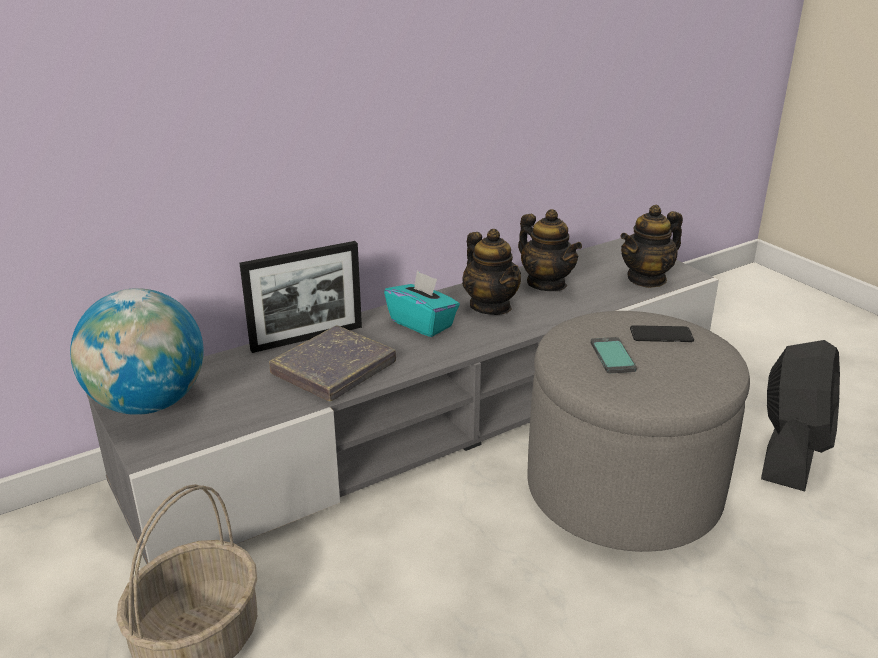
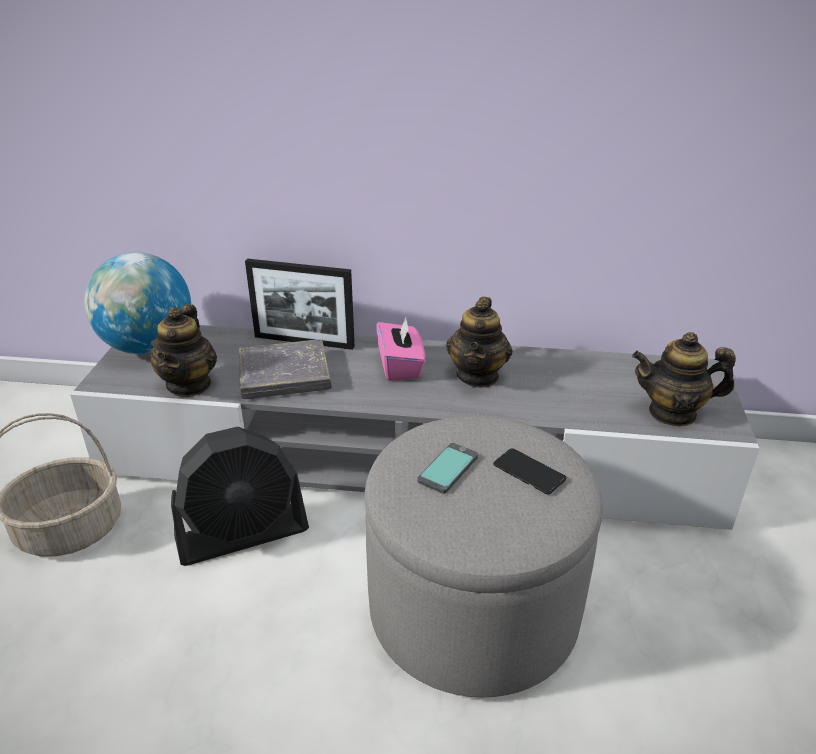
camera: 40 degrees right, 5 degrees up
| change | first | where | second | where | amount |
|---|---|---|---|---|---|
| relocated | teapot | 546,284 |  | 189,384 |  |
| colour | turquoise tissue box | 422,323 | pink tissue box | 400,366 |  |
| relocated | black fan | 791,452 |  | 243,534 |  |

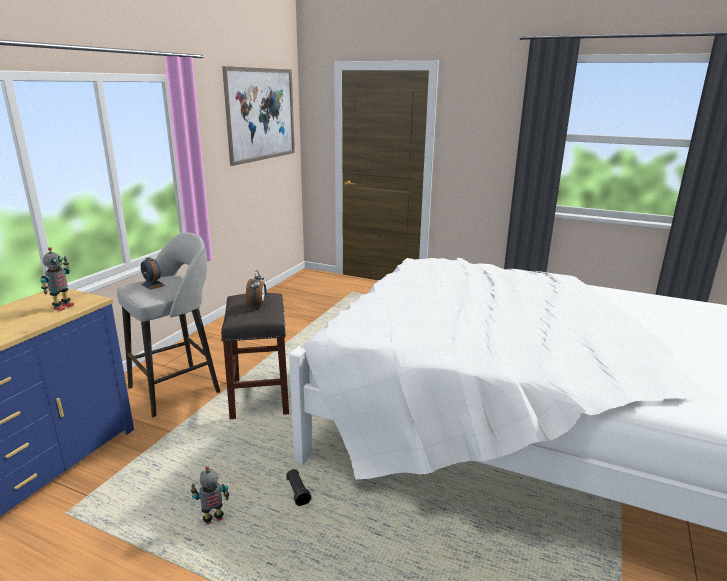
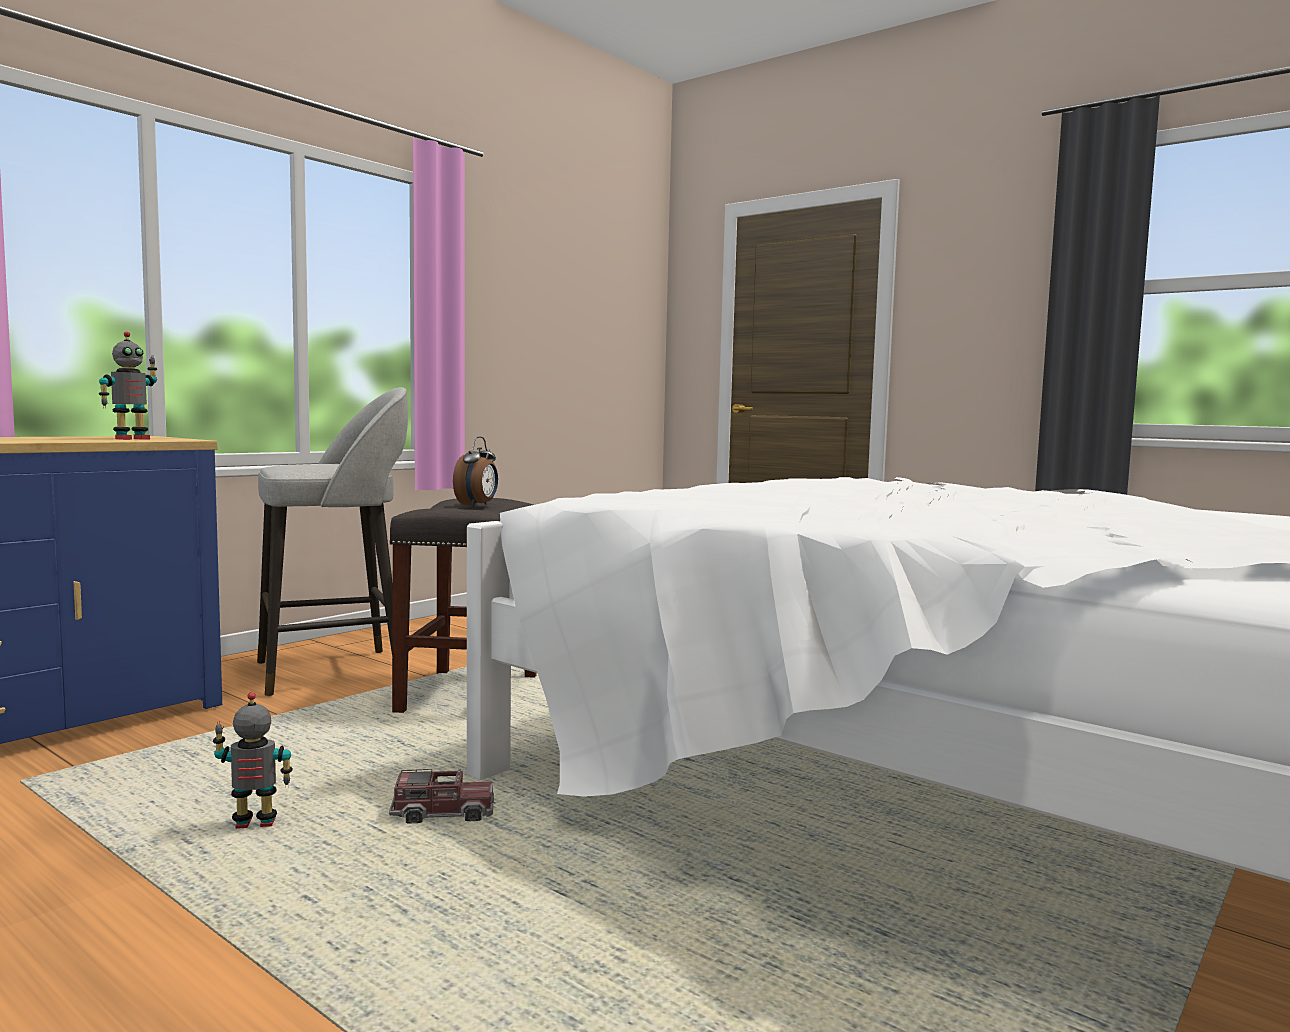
camera: 15 degrees right, 15 degrees down
| change | first | where | second | where | amount |
|---|---|---|---|---|---|
| missing | picture | 261,114 |  |  |  |
| missing | alarm clock | 153,285 |  |  |  |
| exchanged | black flashlight | 298,492 | toy truck | 443,814 |  |

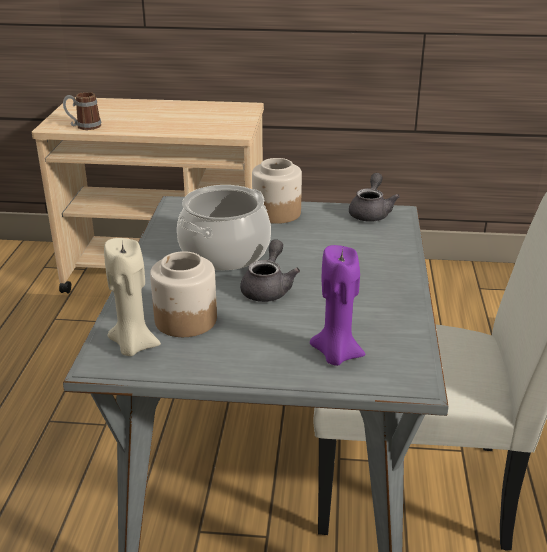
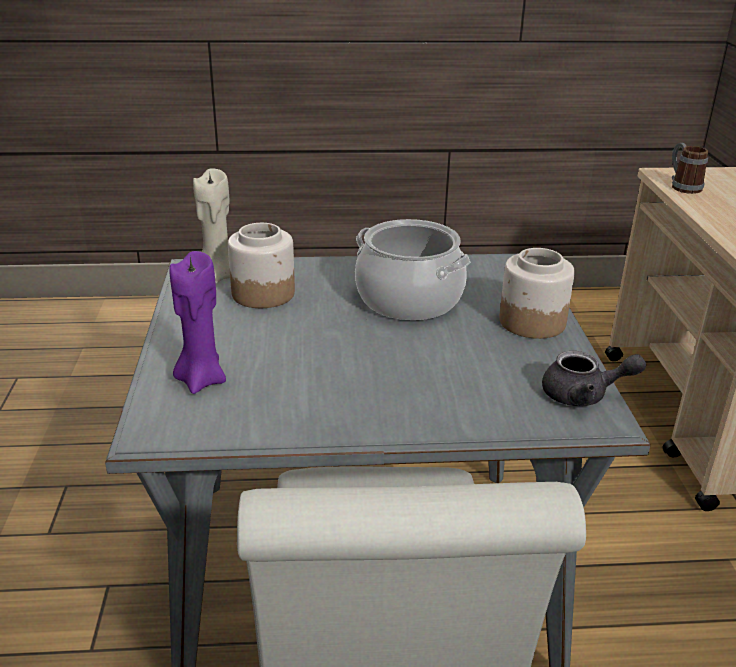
camera: 80 degrees right, 0 degrees up
| change | first | where | second | where | amount |
|---|---|---|---|---|---|
| missing | grey teapot | 268,288 |  |  |  |

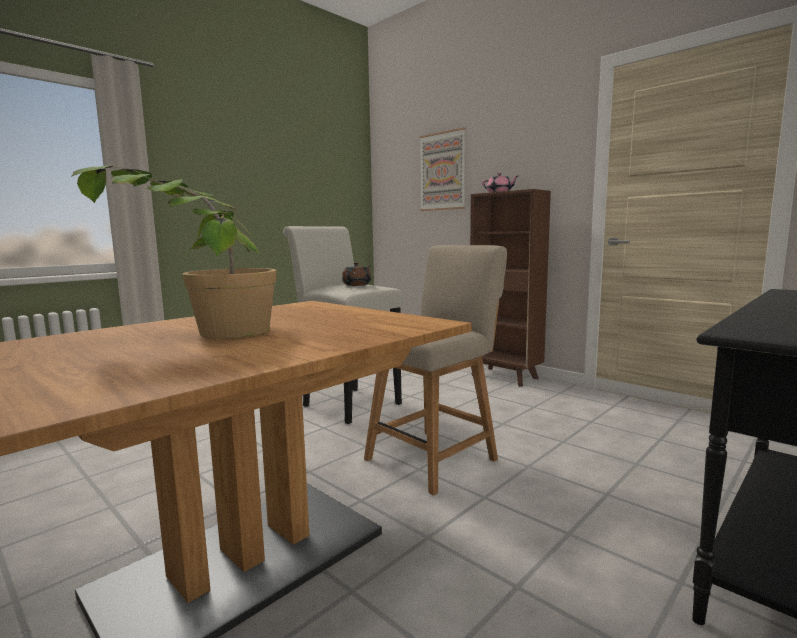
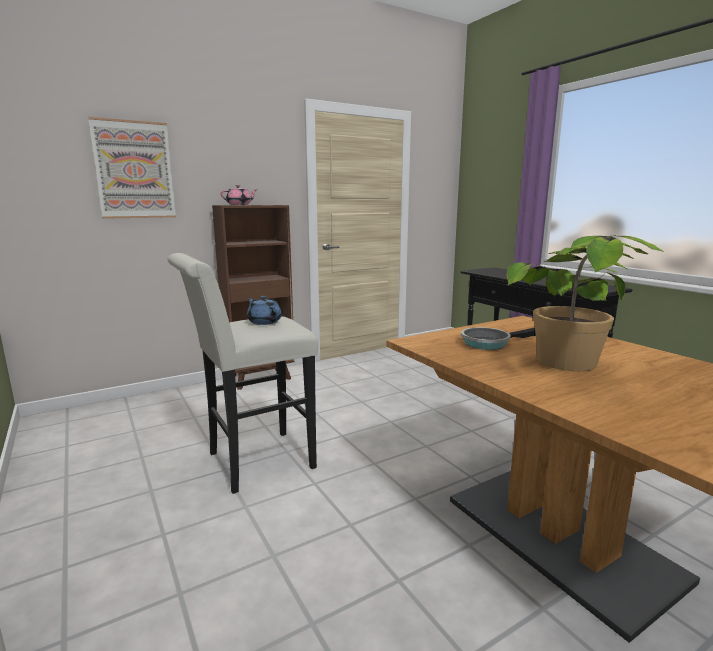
camera: 75 degrees left, 5 degrees up
| change | first | where | second | where | amount |
|---|---|---|---|---|---|
| missing | beige chair | 435,457 |  |  |  |
| colour | brown teapot | 357,285 | blue teapot | 264,322 |  |
| appeared |  |  | frying pan | 488,343 |  |

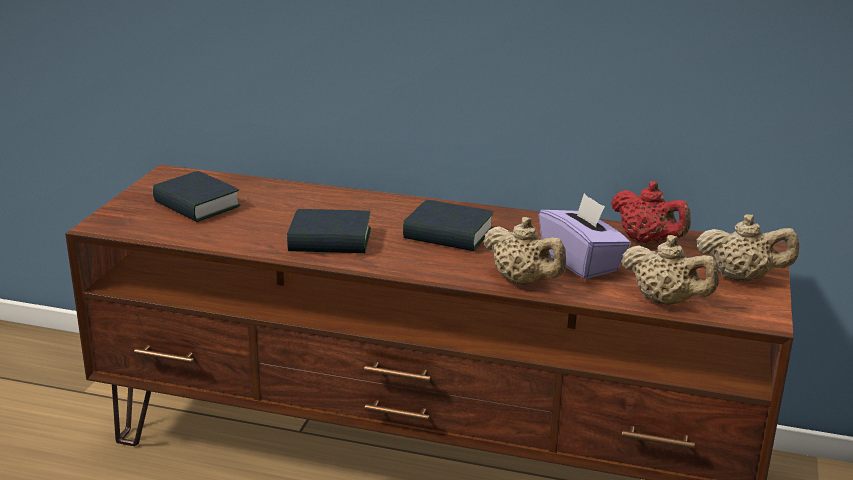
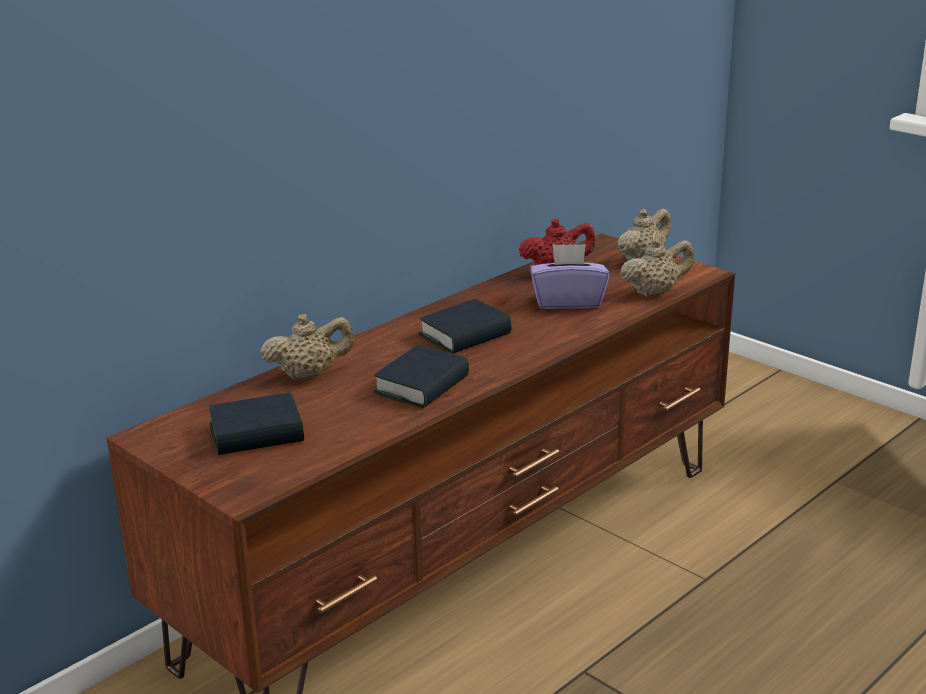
camera: 60 degrees left, 0 degrees up
| change | first | where | second | where | amount |
|---|---|---|---|---|---|
| relocated | beige teapot | 523,281 |  | 309,375 |  |

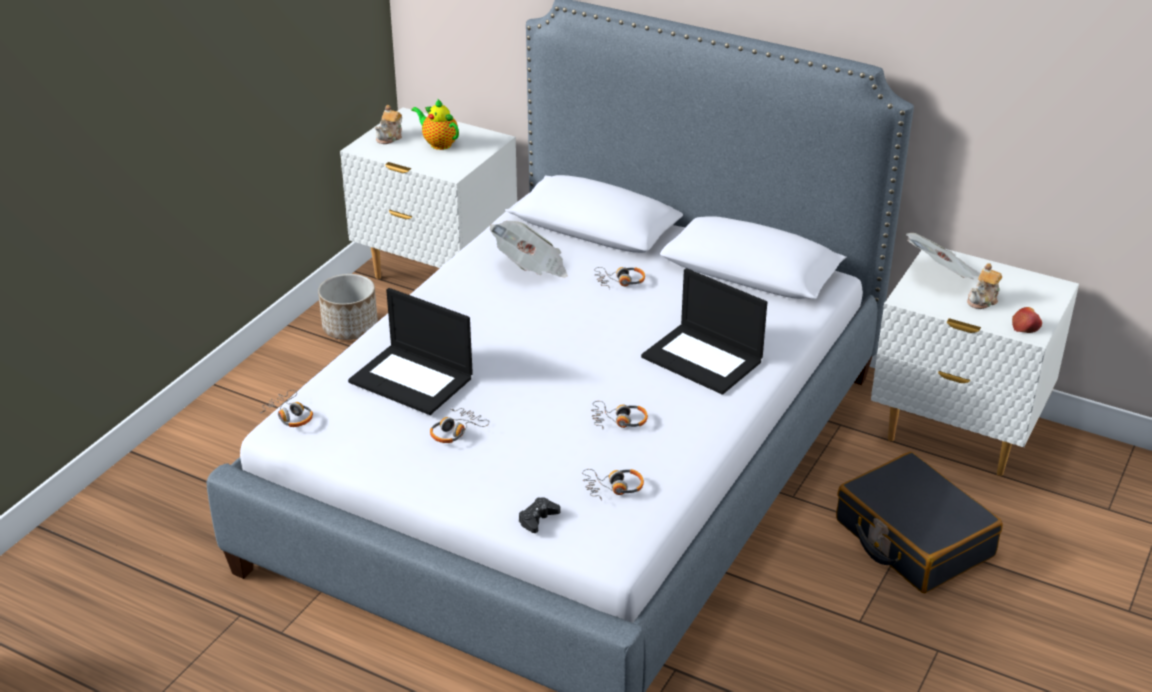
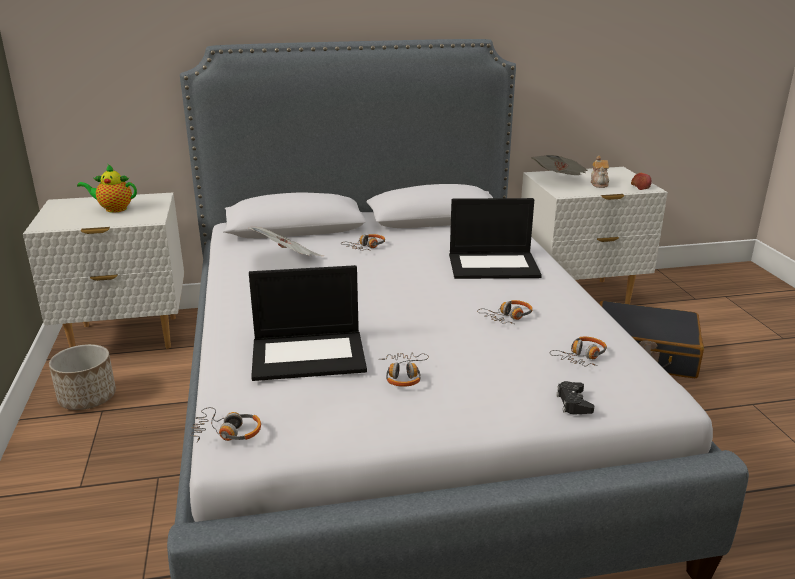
camera: 40 degrees left, 10 degrees down
| change | first | where | second | where | amount |
|---|---|---|---|---|---|
| missing | teapot | 390,137 |  |  |  |

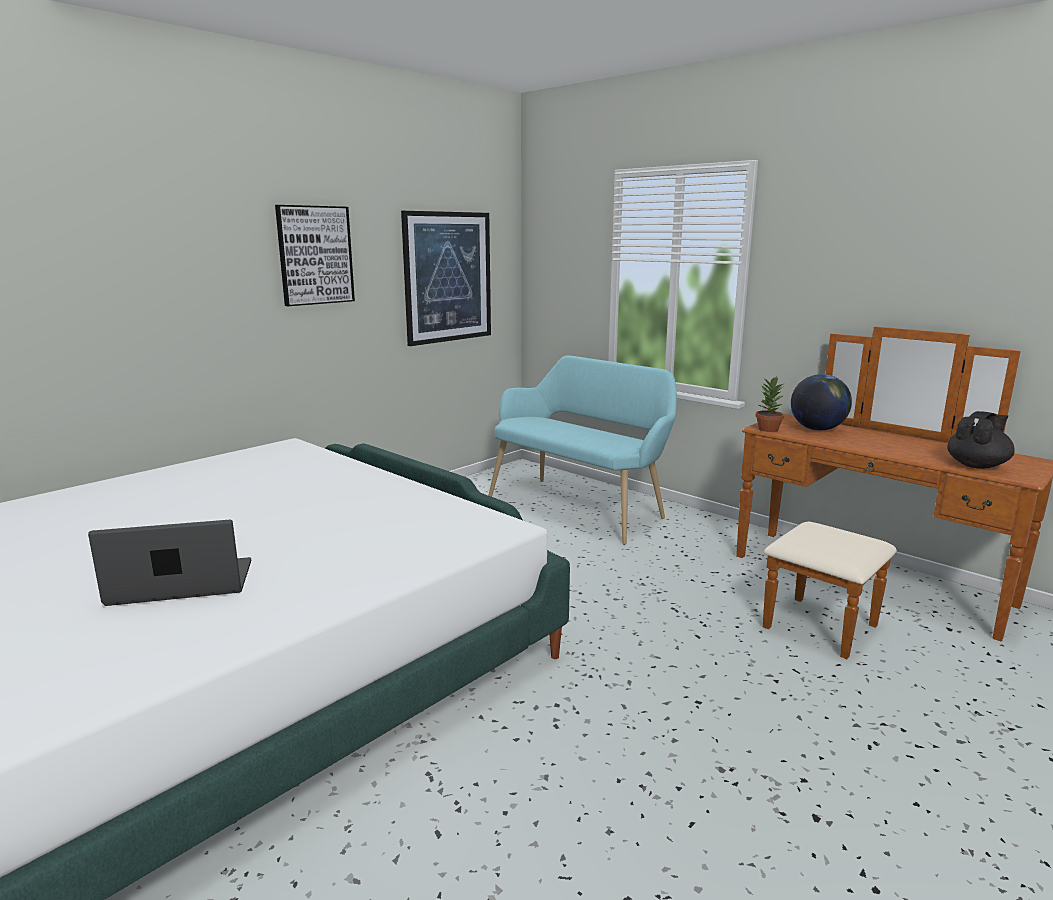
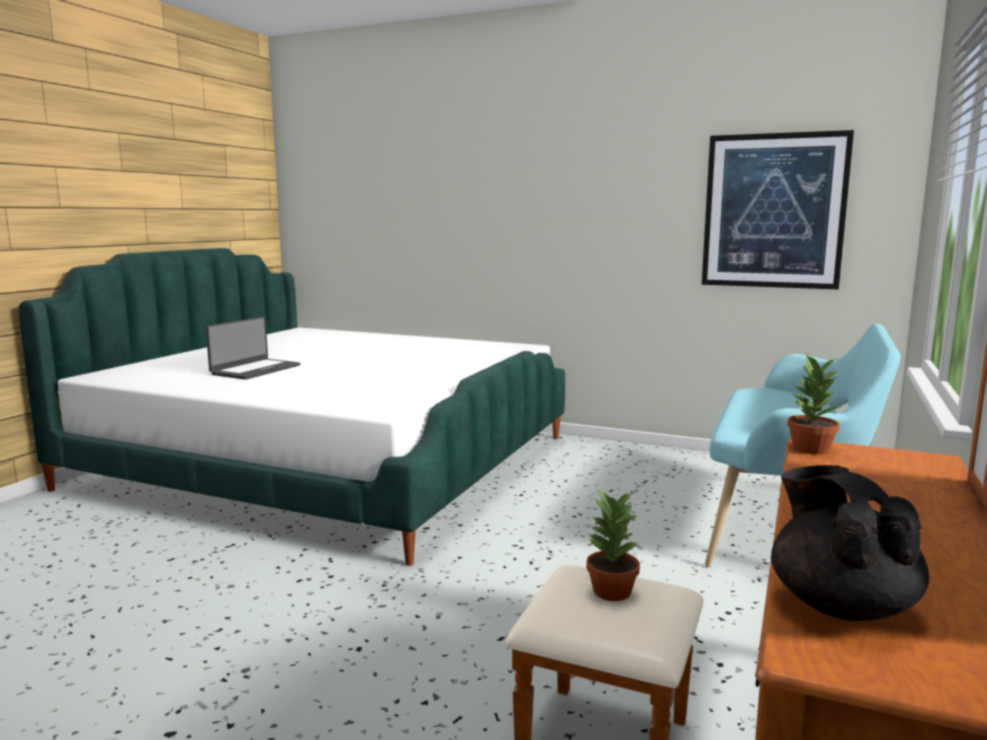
camera: 70 degrees right, 5 degrees down
| change | first | where | second | where | amount |
|---|---|---|---|---|---|
| missing | picture | 315,255 |  |  |  |
| missing | globe | 817,429 |  |  |  |
| spun | black teapot | 977,465 |  | 840,605 | 135 degrees counterclockwise |
| spun | laptop | 181,584 |  | 255,370 | 60 degrees clockwise |
| appeared |  |  | potted plant | 610,591 |  |

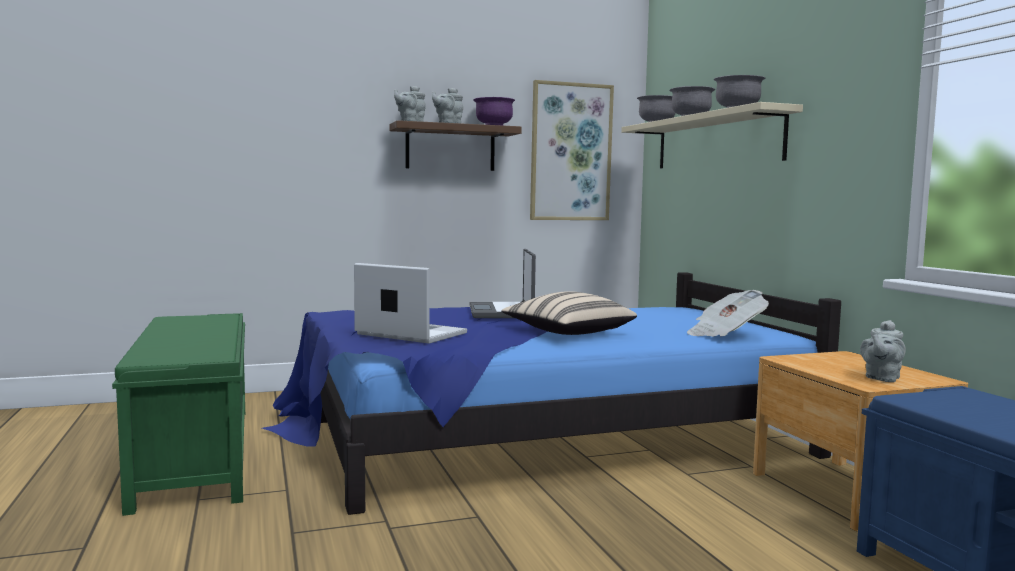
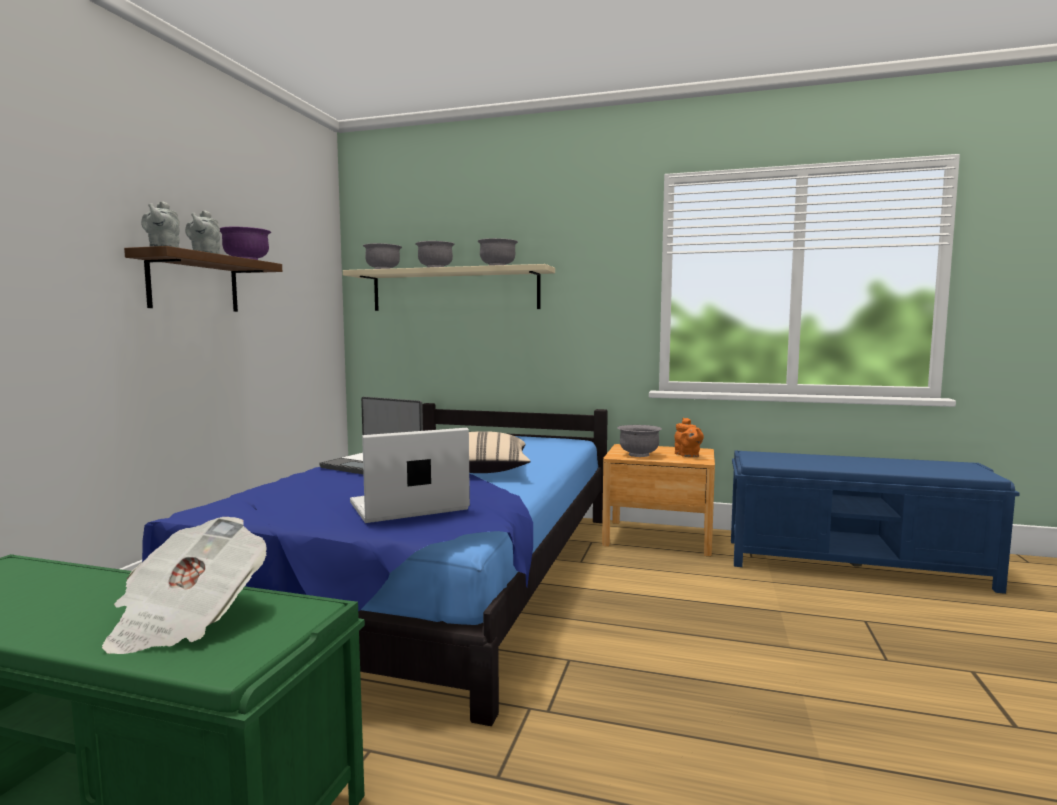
camera: 55 degrees left, 0 degrees up
| change | first | where | second | where | amount |
|---|---|---|---|---|---|
| missing | picture | 570,152 |  |  |  |
| relocated | newspaper | 725,334 |  | 187,619 |  |
| colour | grey teapot | 881,378 | orange teapot | 688,455 |  |
| appeared |  |  | grey bowl | 639,455 |  |

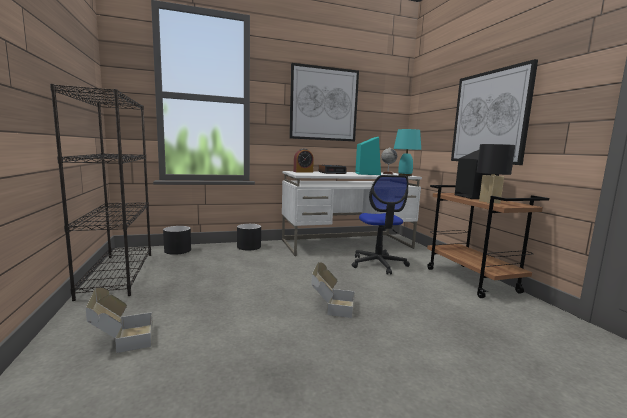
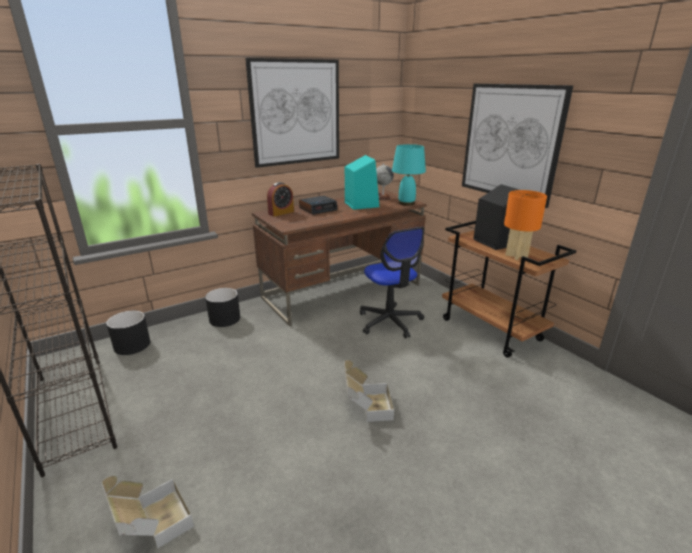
camera: 15 degrees left, 15 degrees up
| change | first | where | second | where | amount |
|---|---|---|---|---|---|
| colour | black table lamp | 489,202 | orange table lamp | 516,256 |  |
| colour | white desk | 347,244 | brown desk | 343,291 |  |

